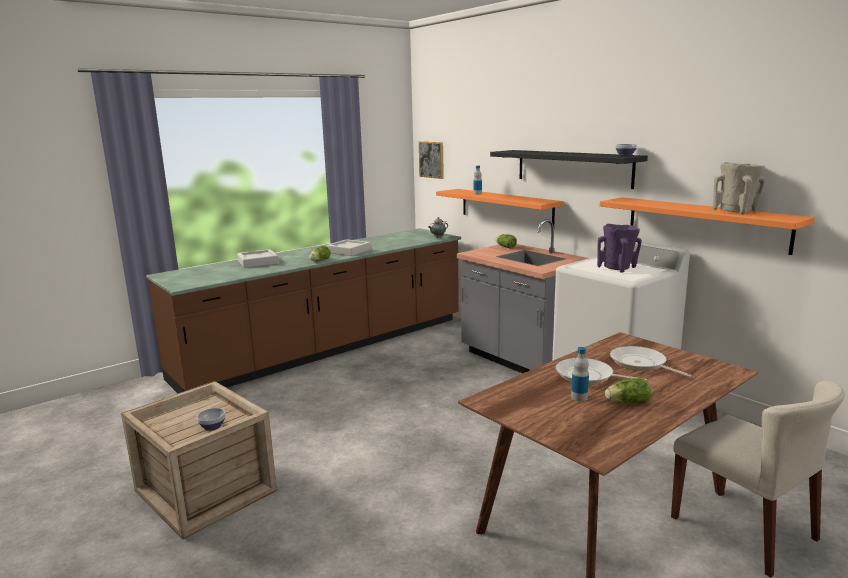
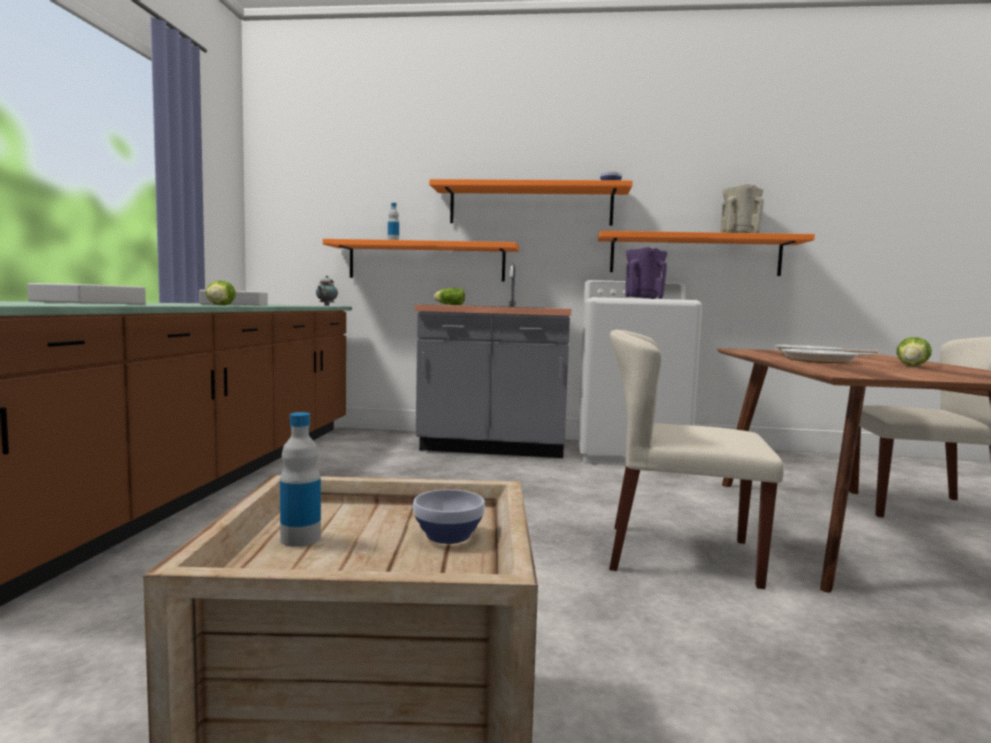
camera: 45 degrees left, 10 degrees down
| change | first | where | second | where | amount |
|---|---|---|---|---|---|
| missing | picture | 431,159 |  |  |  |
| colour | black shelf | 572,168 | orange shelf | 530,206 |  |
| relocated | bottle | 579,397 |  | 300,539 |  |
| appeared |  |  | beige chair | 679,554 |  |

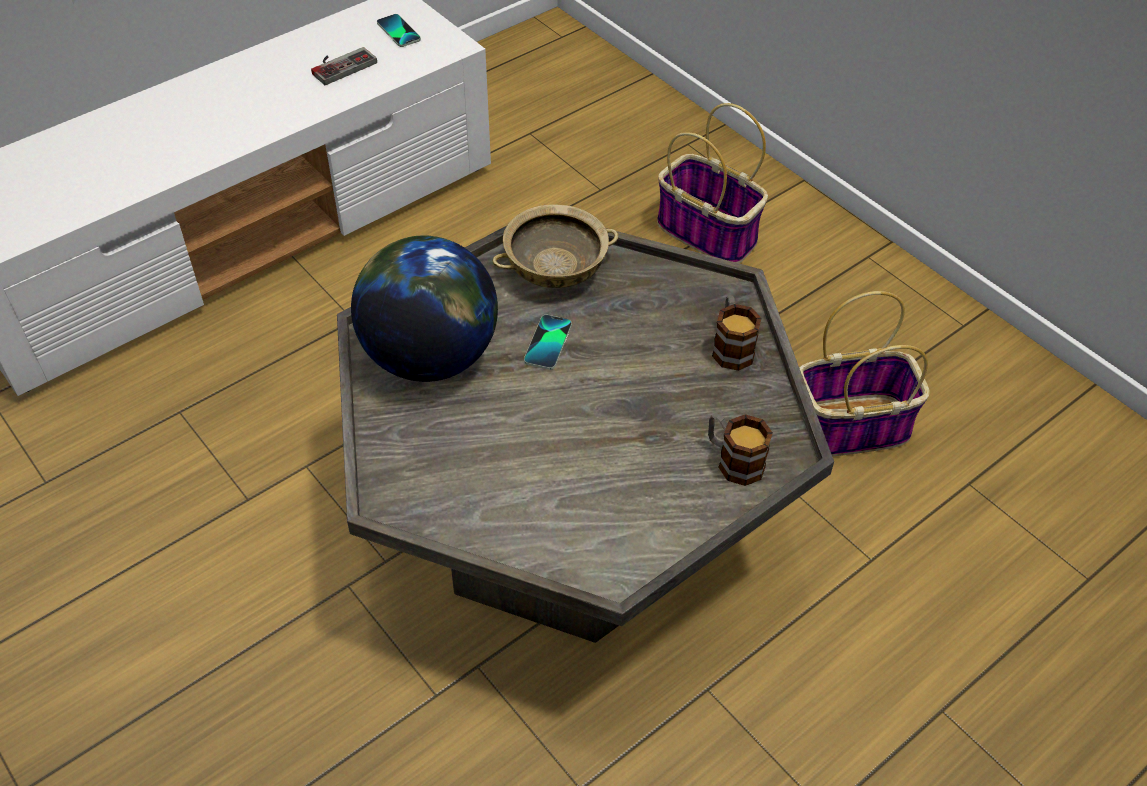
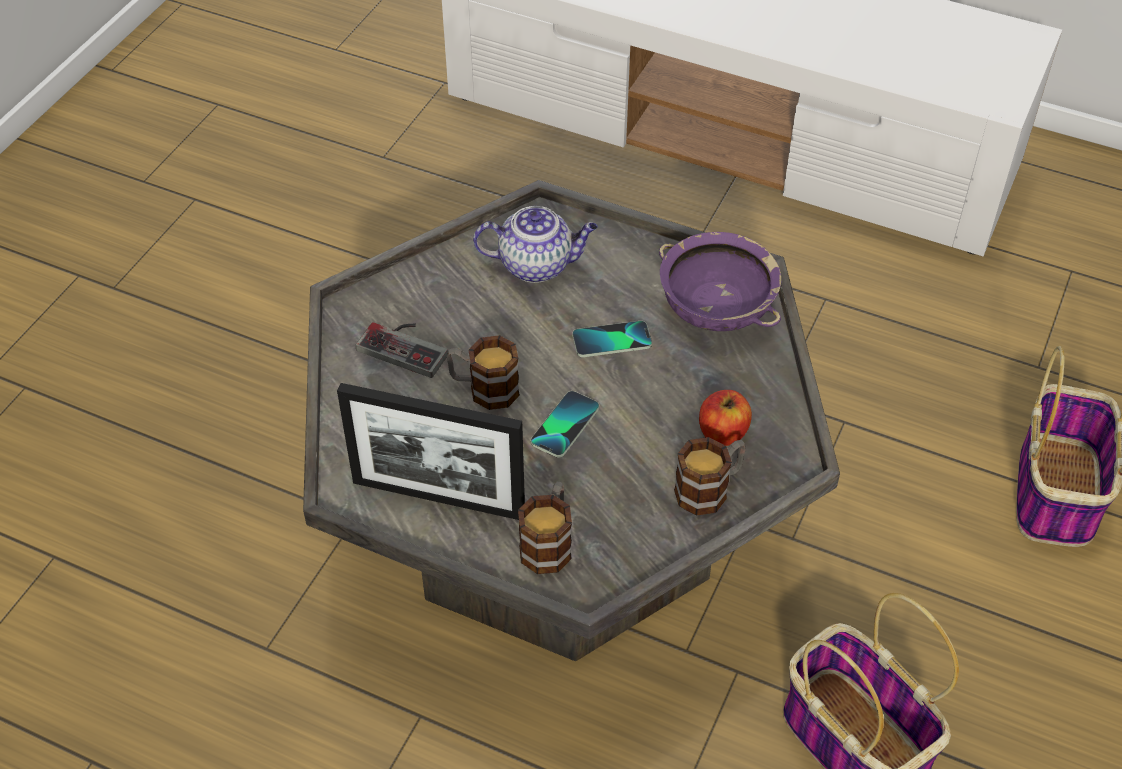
camera: 65 degrees right, 0 degrees up
| change | first | where | second | where | amount |
|---|---|---|---|---|---|
| relocated | phone | 398,32 |  | 565,425 |  |
| relocated | game controller | 340,65 |  | 407,345 |  |
| colour | beige bowl | 556,270 | purple bowl | 717,309 |  |
| exchanged | globe | 430,356 | teapot | 537,265 |  |
| appeared |  |  | mug | 484,389 |  |
| appeared |  |  | picture frame | 438,497 |  |
| appeared |  |  | apple | 722,432 |  |

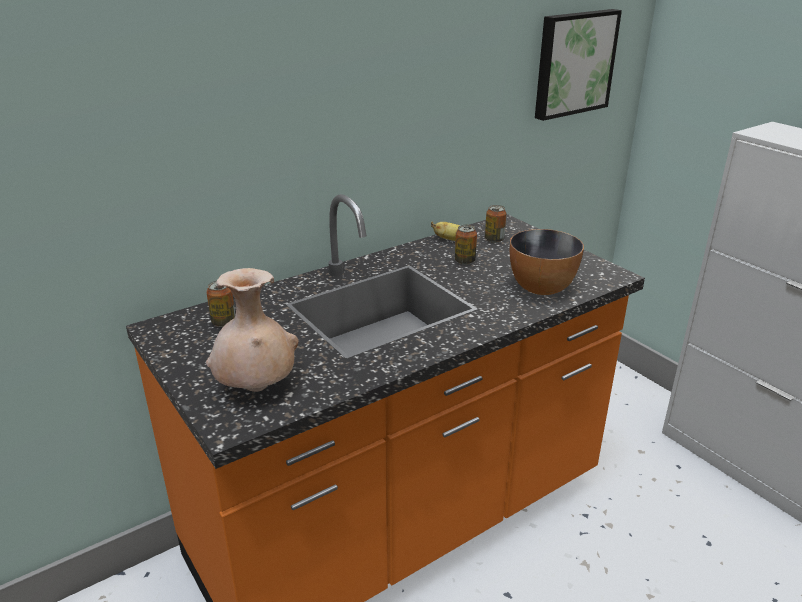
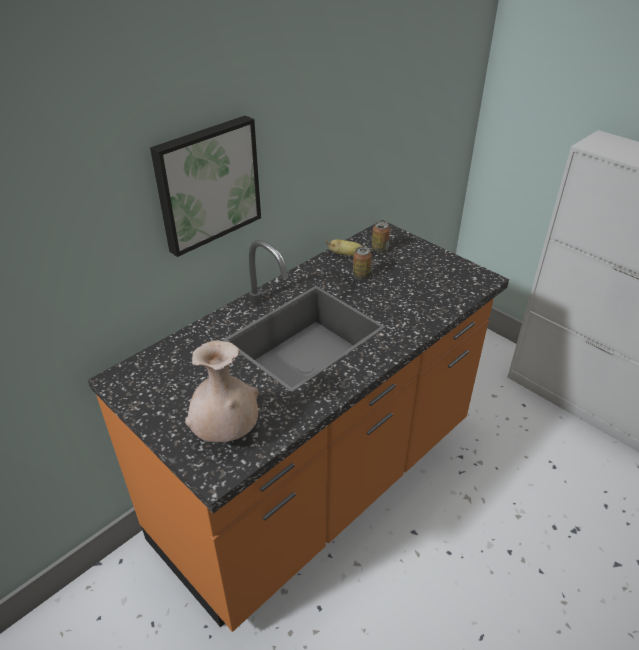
camera: 10 degrees left, 10 degrees up
| change | first | where | second | where | amount |
|---|---|---|---|---|---|
| relocated | picture | 573,63 |  | 207,184 |  |
| missing | bowl | 540,288 |  |  |  |
| missing | can | 223,322 |  |  |  |

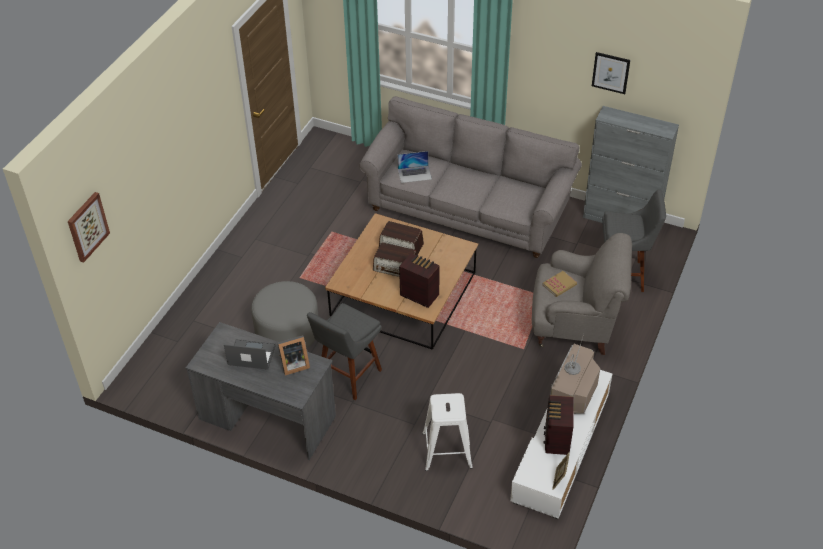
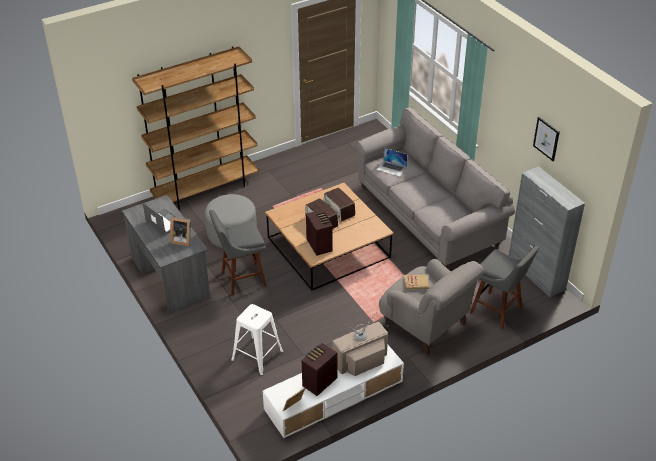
camera: 35 degrees right, 5 degrees down
| change | first | where | second | where | amount |
|---|---|---|---|---|---|
| missing | picture | 87,226 |  |  |  |
| appeared |  |  | brown bookcase | 206,189 |  |

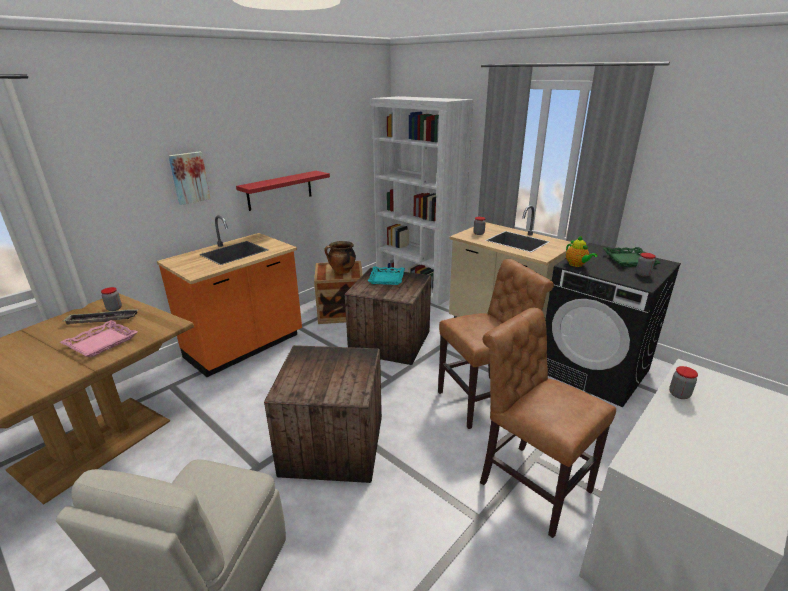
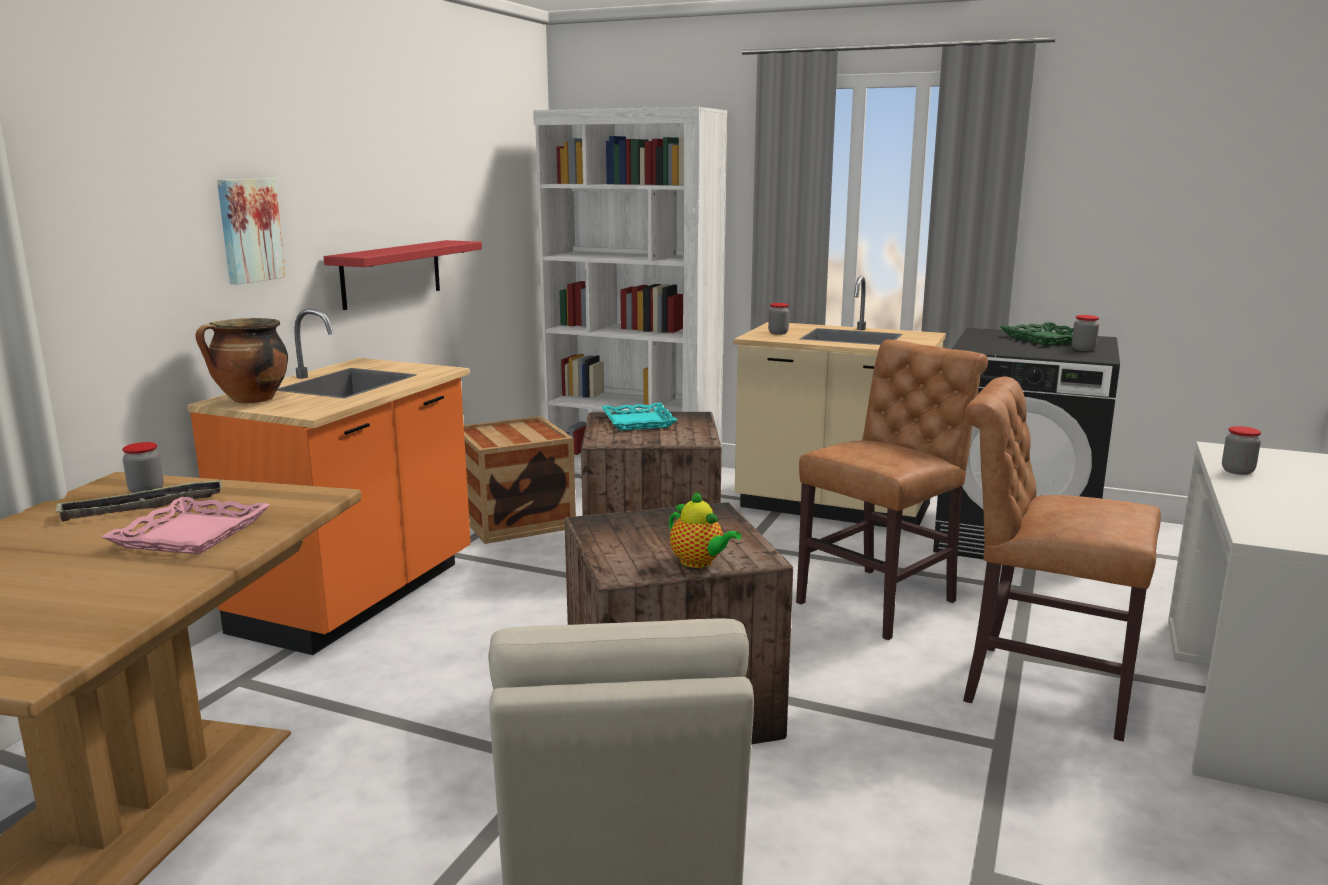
camera: 20 degrees left, 10 degrees down
| change | first | where | second | where | amount |
|---|---|---|---|---|---|
| relocated | teapot | 577,265 |  | 699,563 |  |
| relocated | cooking pot | 342,272 |  | 251,400 |  |

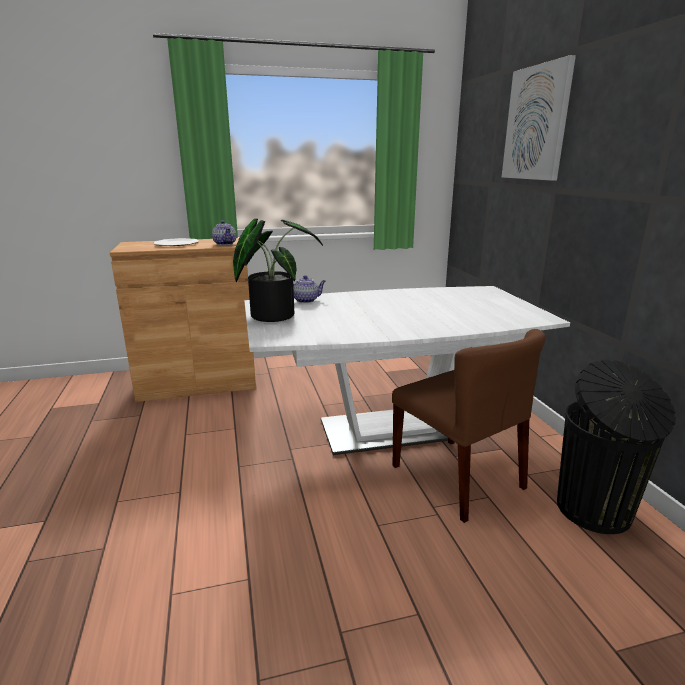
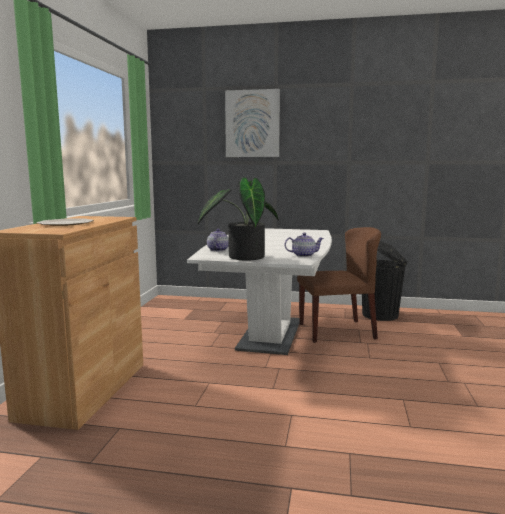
camera: 65 degrees left, 10 degrees down
| change | first | where | second | where | amount |
|---|---|---|---|---|---|
| relocated | teapot | 225,244 |  | 303,255 |  |

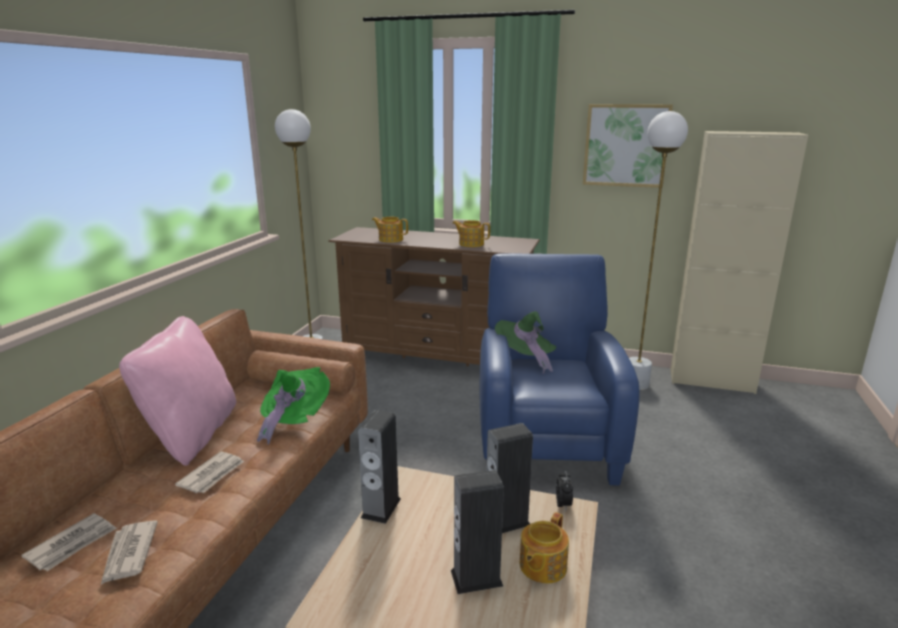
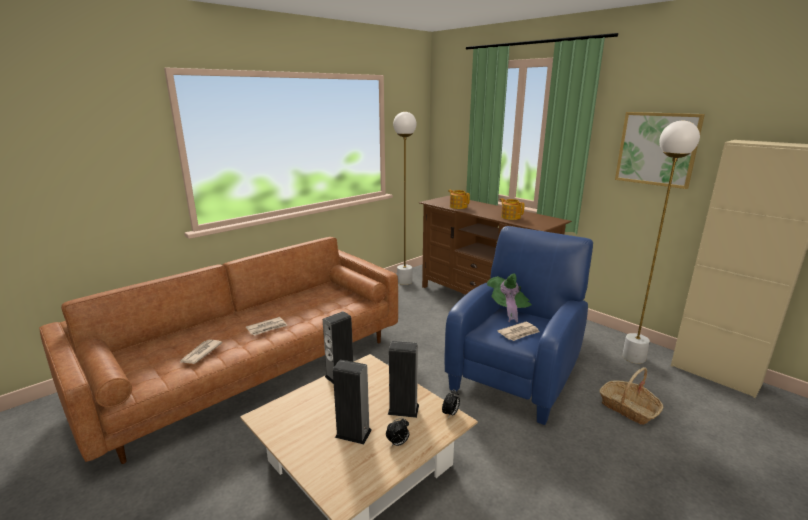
camera: 30 degrees right, 0 degrees up
| change | first | where | second | where | amount |
|---|---|---|---|---|---|
| missing | pink pillow | 192,435 |  |  |  |
| missing | green hat | 294,420 |  |  |  |
| exchanged | teapot | 541,566 | alarm clock | 398,443 |  |
| relocated | newspaper | 72,544 |  | 519,333 |  |
| appeared |  |  | basket | 628,408 |  |

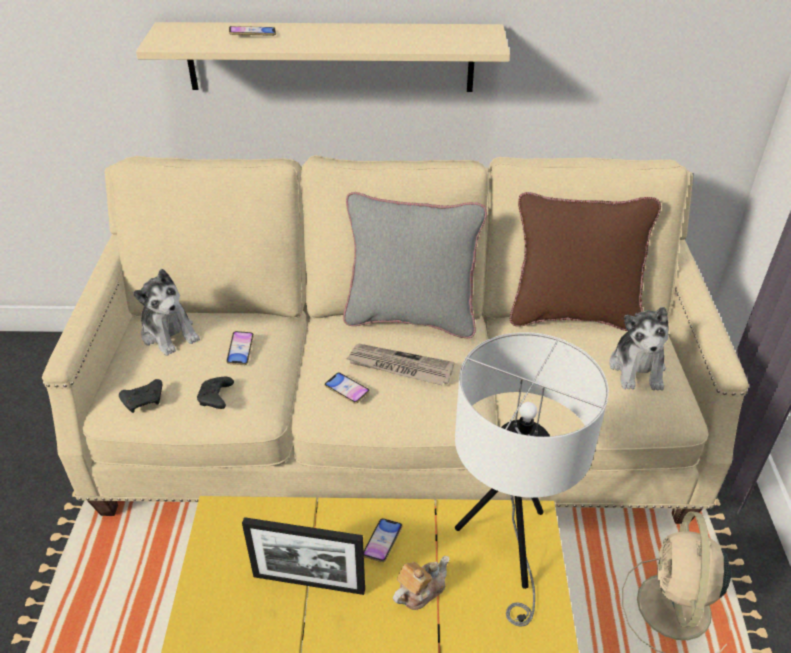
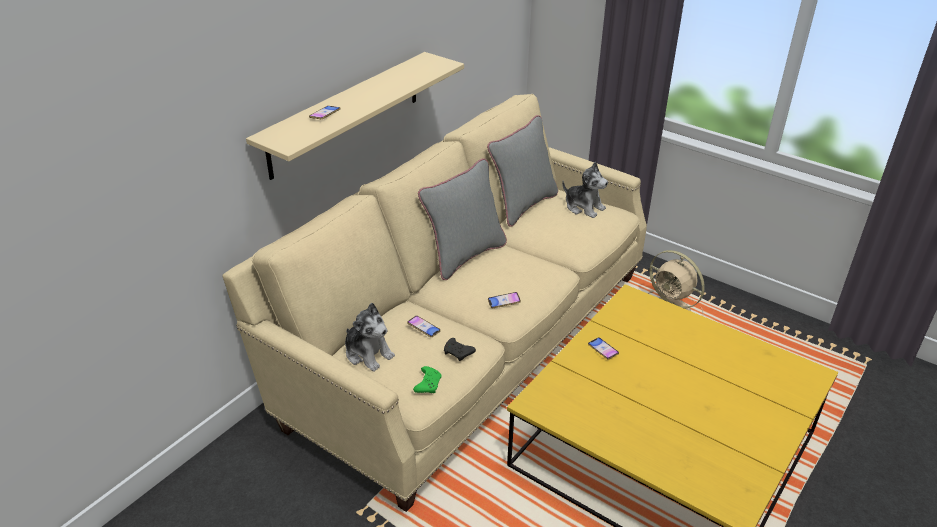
camera: 55 degrees left, 5 degrees down
| change | first | where | second | where | amount |
|---|---|---|---|---|---|
| colour | brown pillow | 572,314 | grey pillow | 522,205 |  |
| spun | plush toy | 169,333 |  | 368,353 | 45 degrees clockwise |
| missing | white table lamp | 507,548 |  |  |  |
| missing | newspaper | 399,367 |  |  |  |
| colour | black game controller | 144,400 | green game controller | 428,384 |  |
| missing | picture frame | 309,583 |  |  |  |
| missing | teapot | 420,590 |  |  |  |

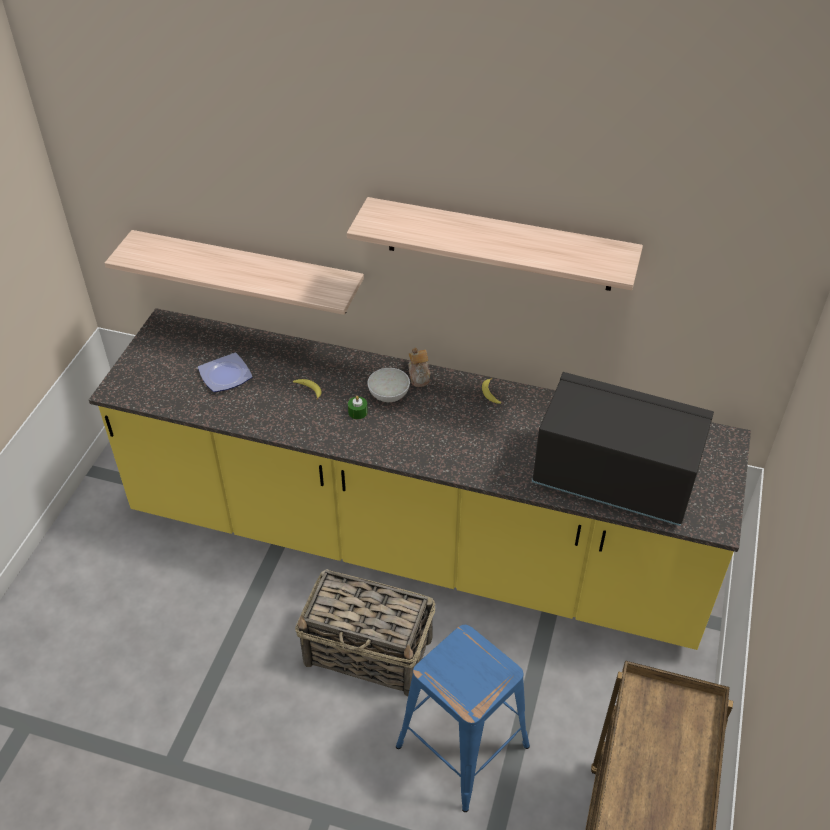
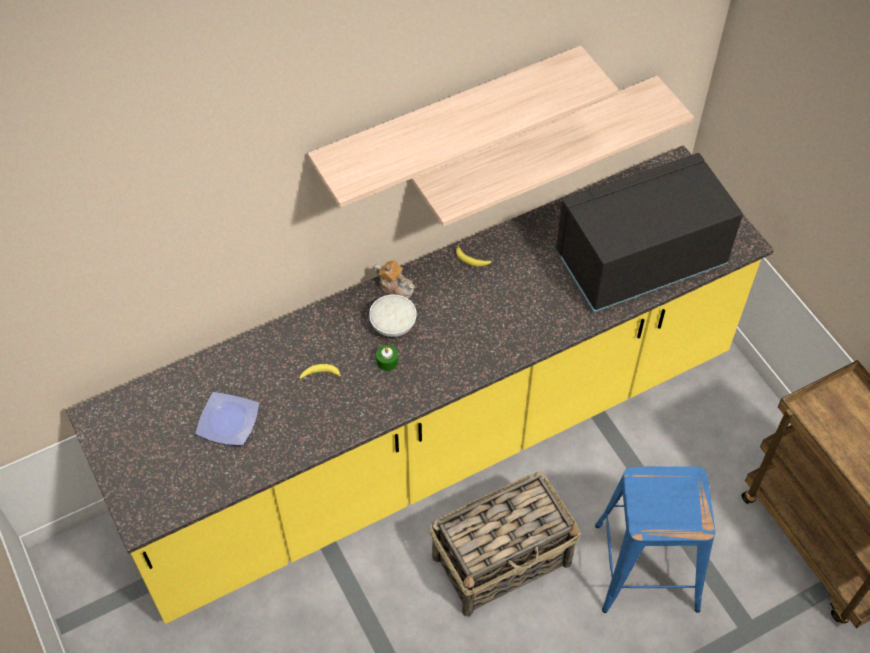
camera: 45 degrees left, 10 degrees up
| change | first | where | second | where | amount |
|---|---|---|---|---|---|
| relocated | shelf | 248,272 |  | 535,145 |  |

